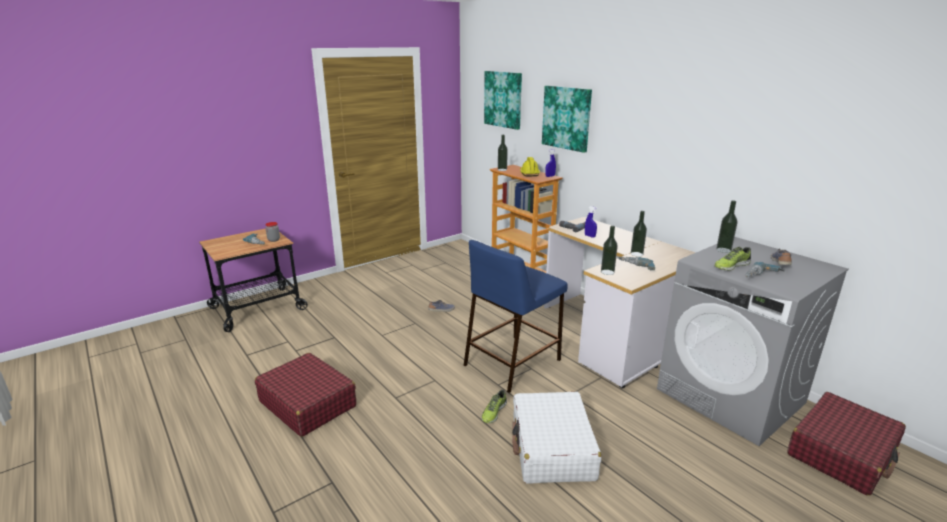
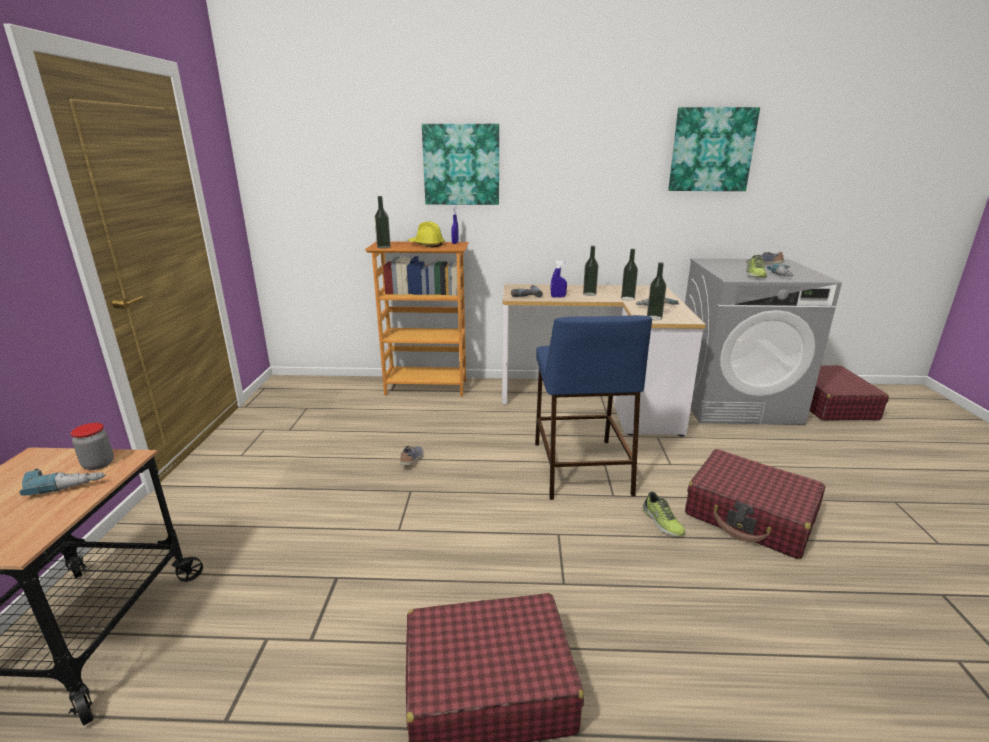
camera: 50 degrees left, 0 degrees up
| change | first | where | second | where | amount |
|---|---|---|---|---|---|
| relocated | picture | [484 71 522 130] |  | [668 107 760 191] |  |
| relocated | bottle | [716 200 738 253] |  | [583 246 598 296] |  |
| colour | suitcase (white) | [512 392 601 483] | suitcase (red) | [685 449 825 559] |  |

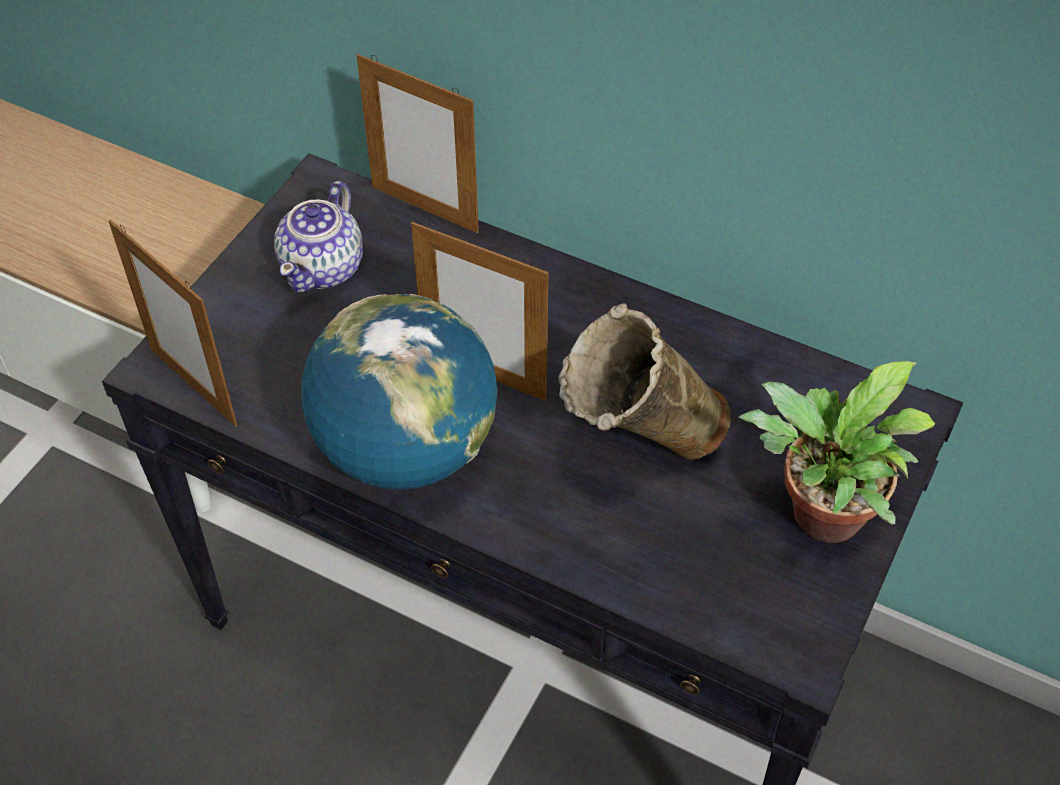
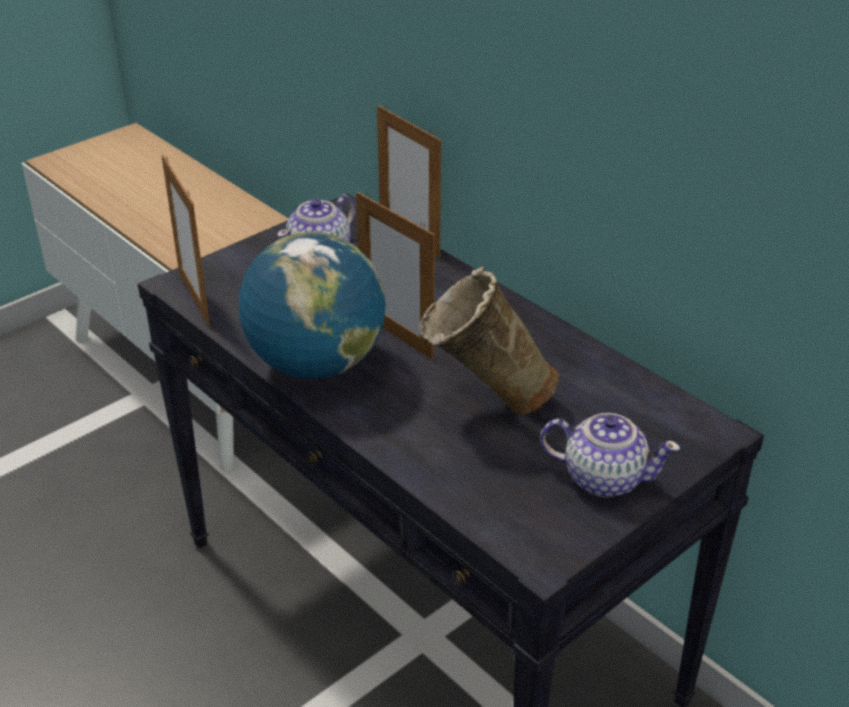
camera: 20 degrees right, 15 degrees down
| change | first | where | second | where | amount |
|---|---|---|---|---|---|
| exchanged | potted plant | [738 361 935 543] | teapot | [540 413 680 497] |  |

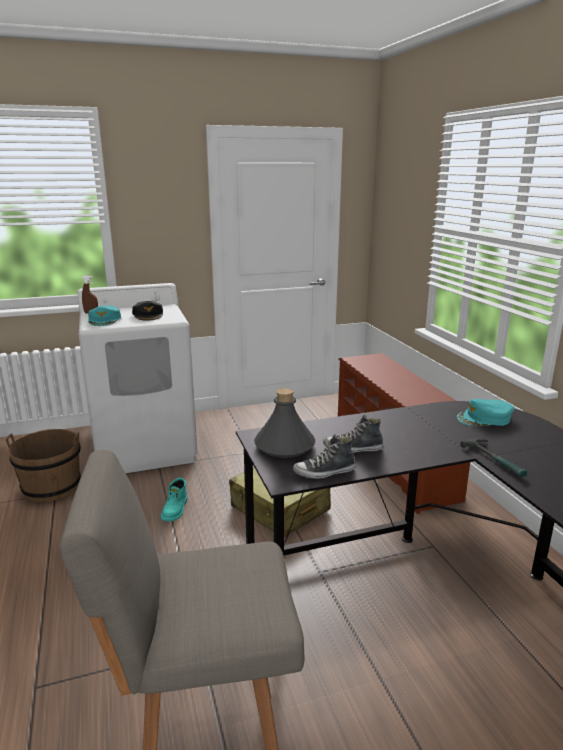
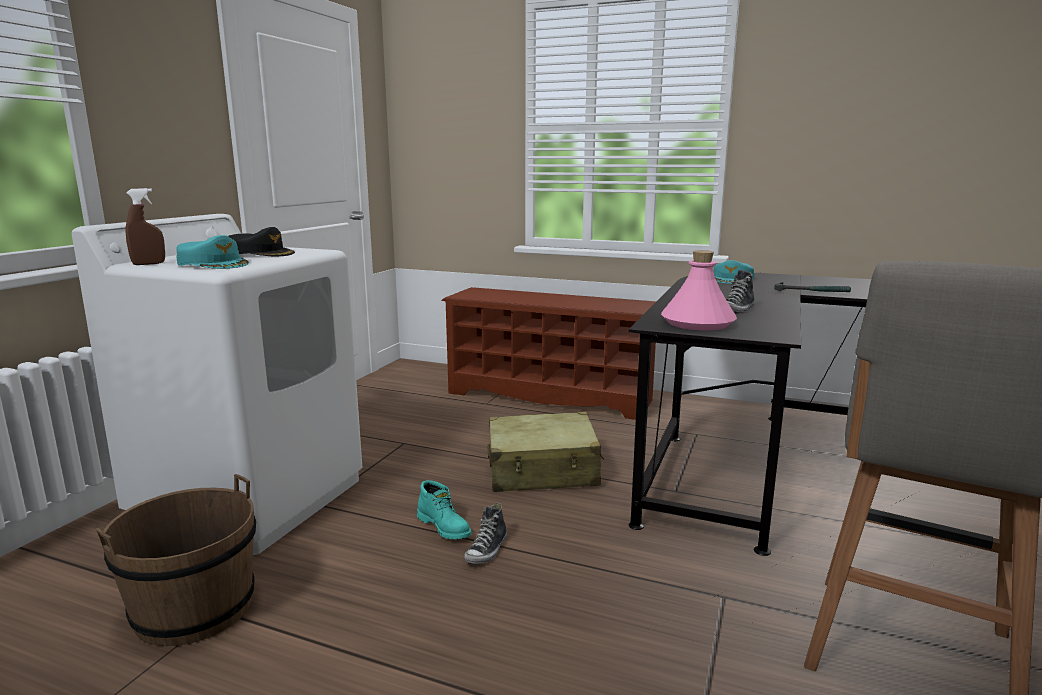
camera: 50 degrees left, 5 degrees down
| change | first | where | second | where | amount |
|---|---|---|---|---|---|
| relocated | shoe | [293 434 355 479] |  | [464 502 507 564] |  |
| colour | bottle (grey) | [254 388 316 458] | bottle (pink) | [661 250 737 330] |  |

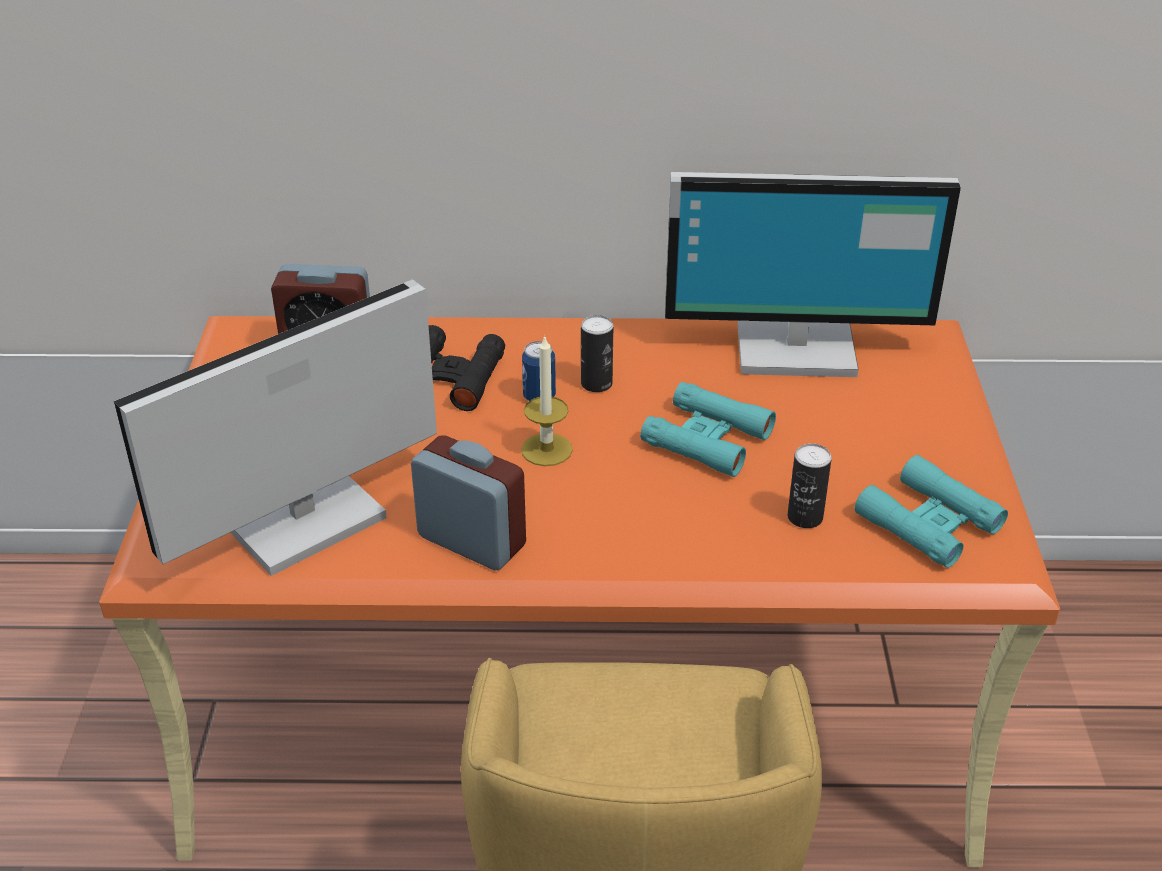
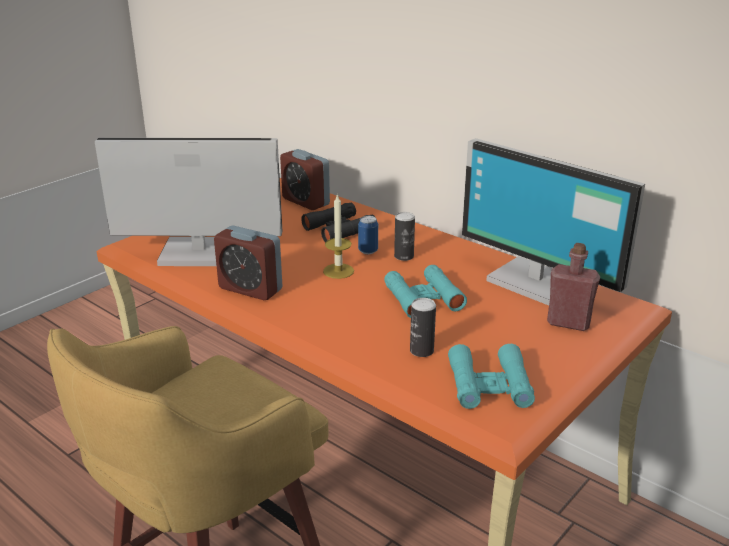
camera: 40 degrees right, 10 degrees down
| change | first | where | second | where | amount |
|---|---|---|---|---|---|
| appeared |  |  | bottle (red) | [547 243 600 331] |  |
| spun | alarm clock | [411 435 526 570] |  | [214 226 282 300] | 135 degrees clockwise |

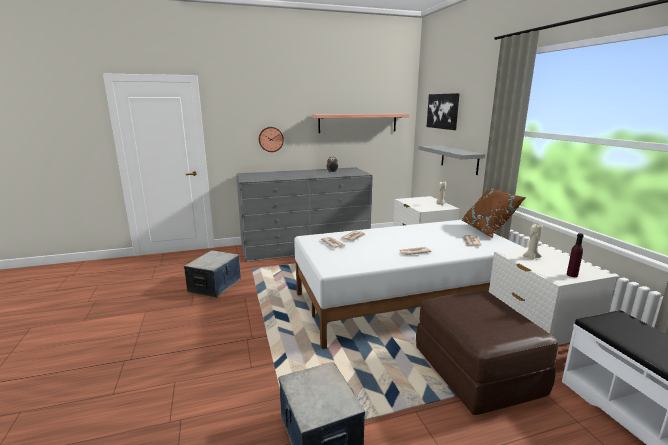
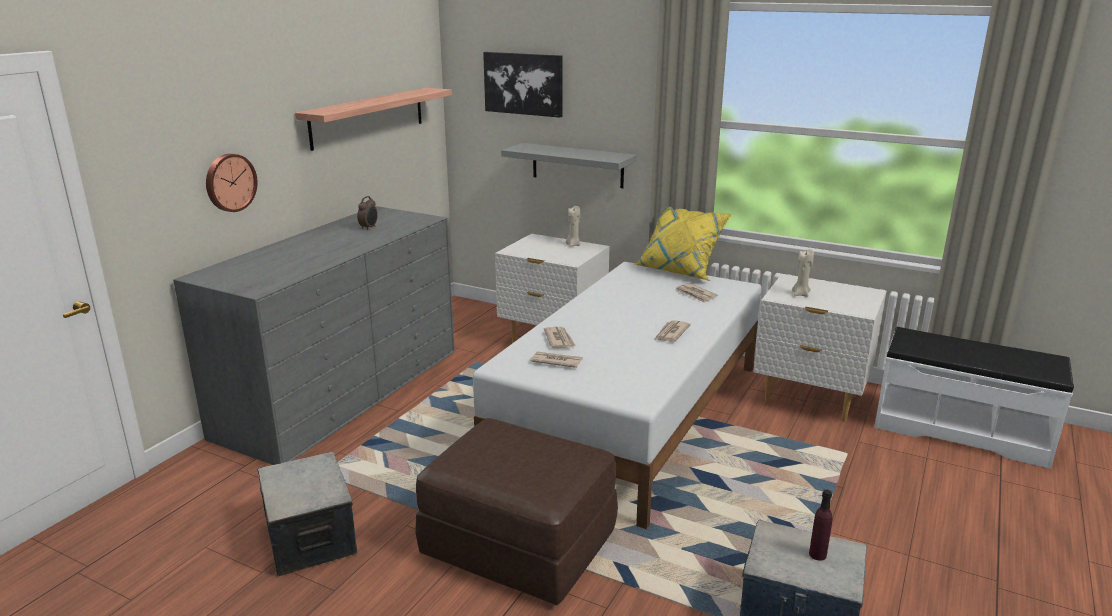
camera: 45 degrees left, 5 degrees up
| change | first | where | second | where | amount |
|---|---|---|---|---|---|
| relocated | ottoman (brown) | [416 290 558 415] |  | [415 418 618 605] |  |
| relocated | bottle (purple) | [567 233 584 277] |  | [809 490 832 561] |  |
| colour | pillow (brown) | [462 188 526 238] | pillow (yellow) | [634 206 732 281] |  |

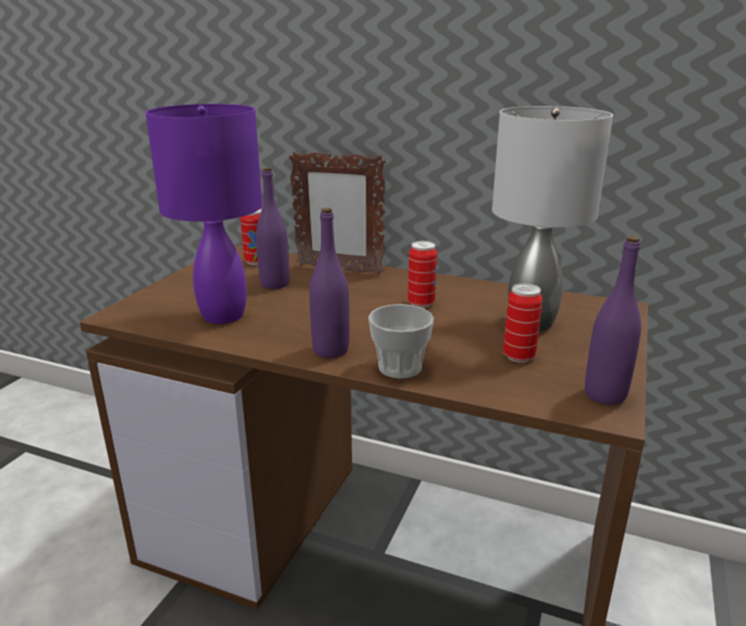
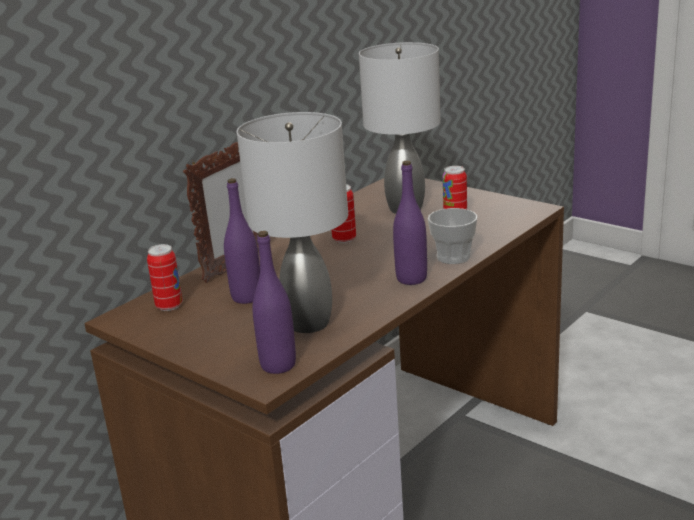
camera: 70 degrees left, 0 degrees up
| change | first | where | second | where | amount |
|---|---|---|---|---|---|
| relocated | bottle (purple) | [585 236 641 405] |  | [252 231 296 374] |  |
| colour | table lamp (purple) | [145 104 262 324] | table lamp (grey) | [237 112 348 333] |  |

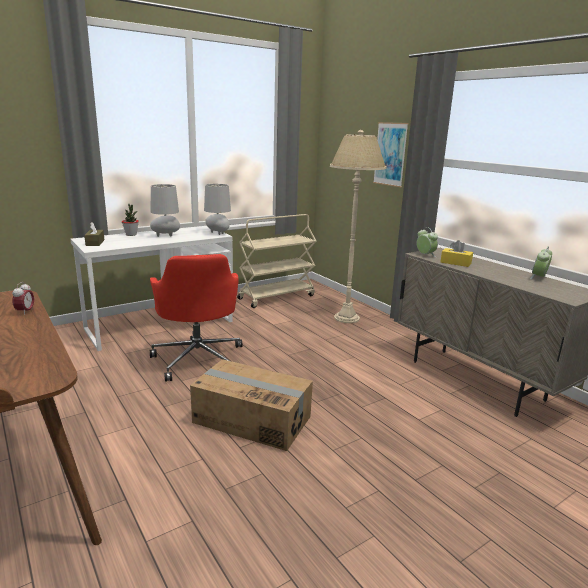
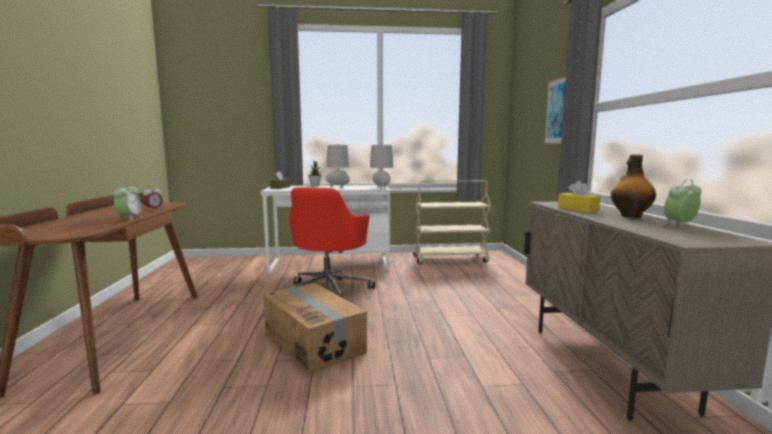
camera: 30 degrees right, 10 degrees down
| change | first | where | second | where | amount |
|---|---|---|---|---|---|
| missing | floor lamp (beige) | [330 130 387 323] |  |  |  |
| appeared |  |  | bottle | [611 154 656 218] |  |
| relocated | alarm clock | [416 227 438 257] |  | [113 183 143 221] |  |

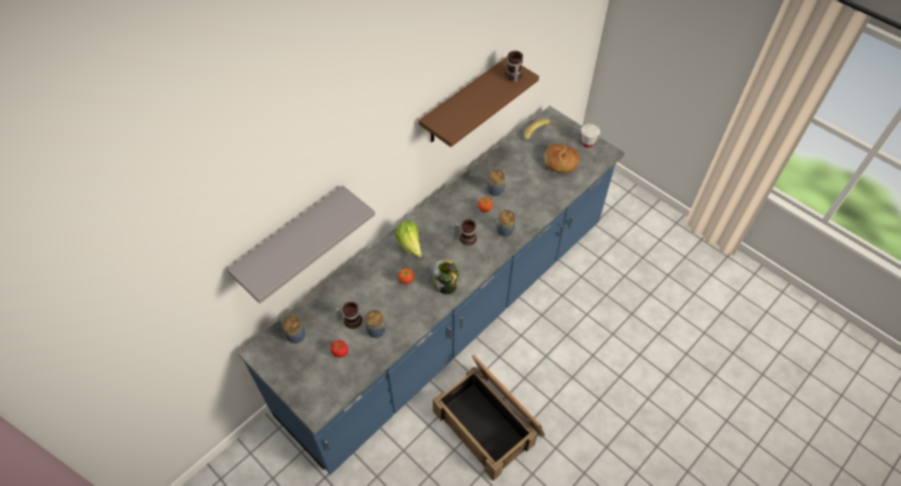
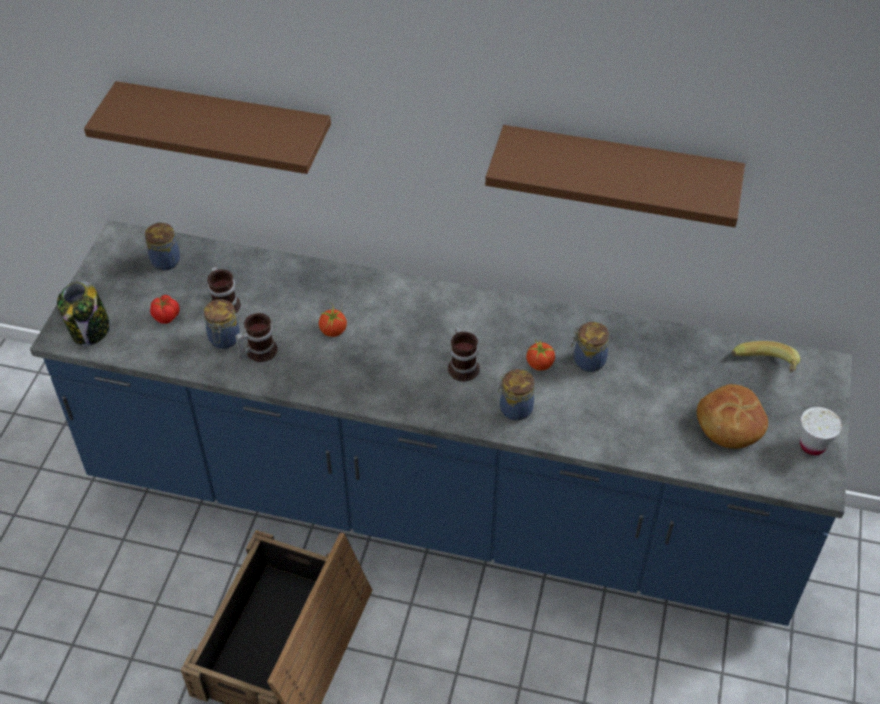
camera: 60 degrees right, 5 degrees down
| change | first | where | second | where | amount |
|---|---|---|---|---|---|
| missing | lettuce | [395 221 422 257] |  |  |  |
| relocated | jar | [433 260 458 294] |  | [57 281 110 346] |  |
| relocated | mug | [505 51 523 82] |  | [235 313 278 362] |  |
| colour | shelf (grey) | [227 185 375 304] | shelf (brown) | [84 81 331 174] |  |

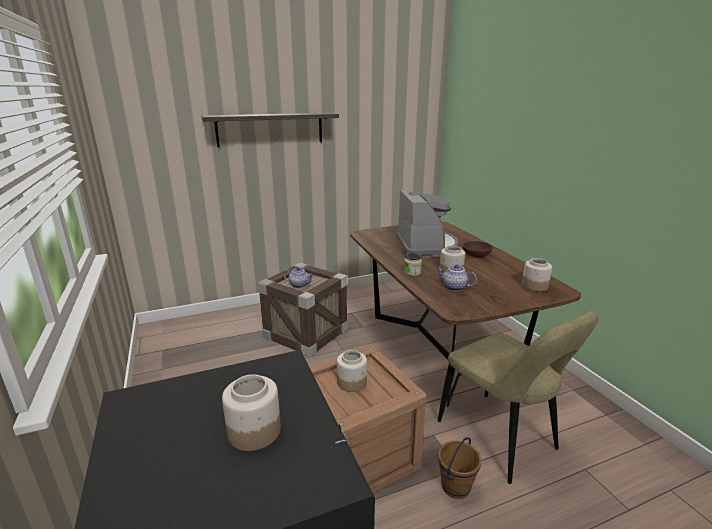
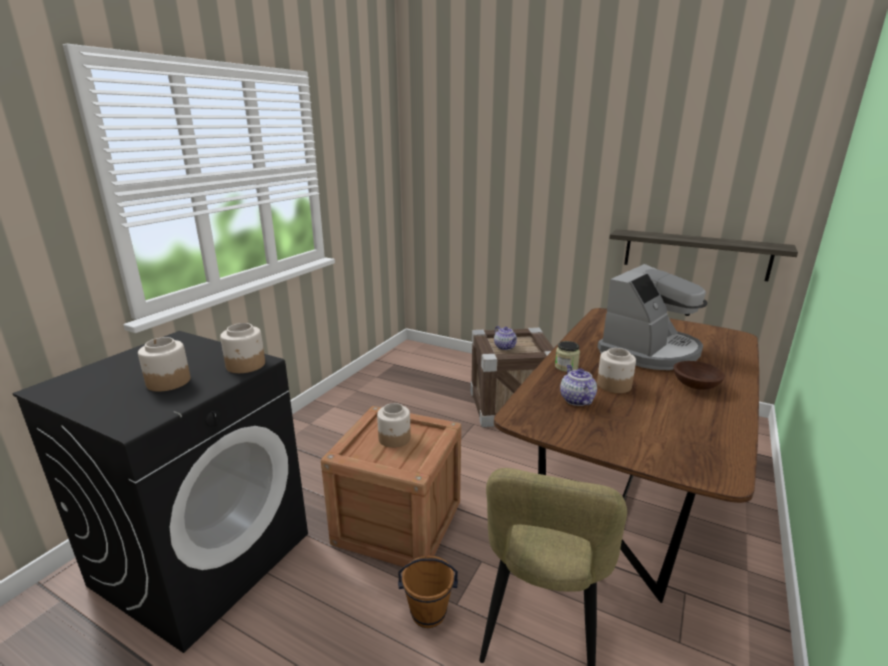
camera: 50 degrees right, 0 degrees up
| change | first | where | second | where | amount |
|---|---|---|---|---|---|
| relocated | shelf | [201 113 339 147] |  | [609 229 798 281] |  |
| relocated | jar | [522 258 552 292] |  | [220 323 265 373] |  |

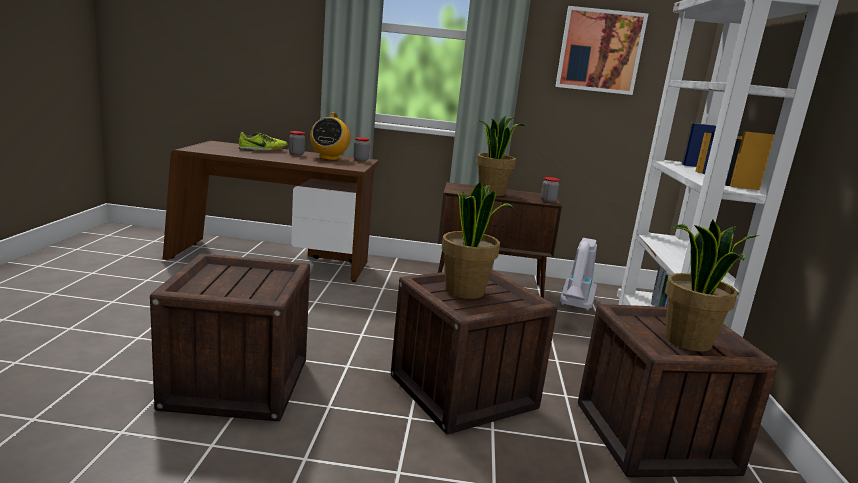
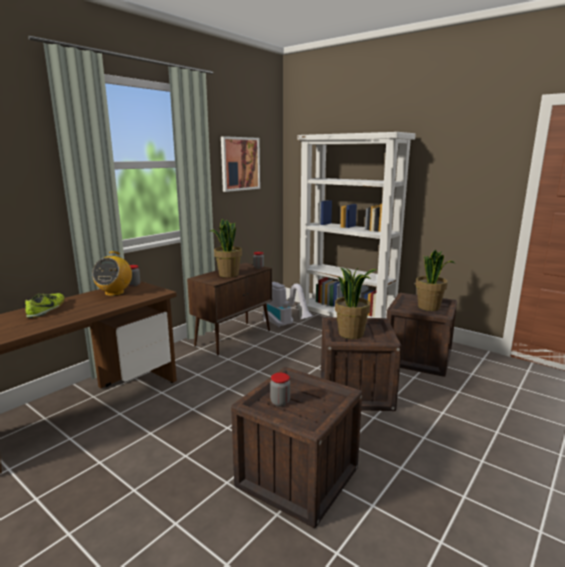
camera: 55 degrees left, 0 degrees up
| change | first | where | second | where | amount |
|---|---|---|---|---|---|
| relocated | jar | [289 131 305 155] |  | [270 373 290 406] |  |
| spun | radio | [310 112 350 160] |  | [92 251 132 296] | 60 degrees clockwise |

